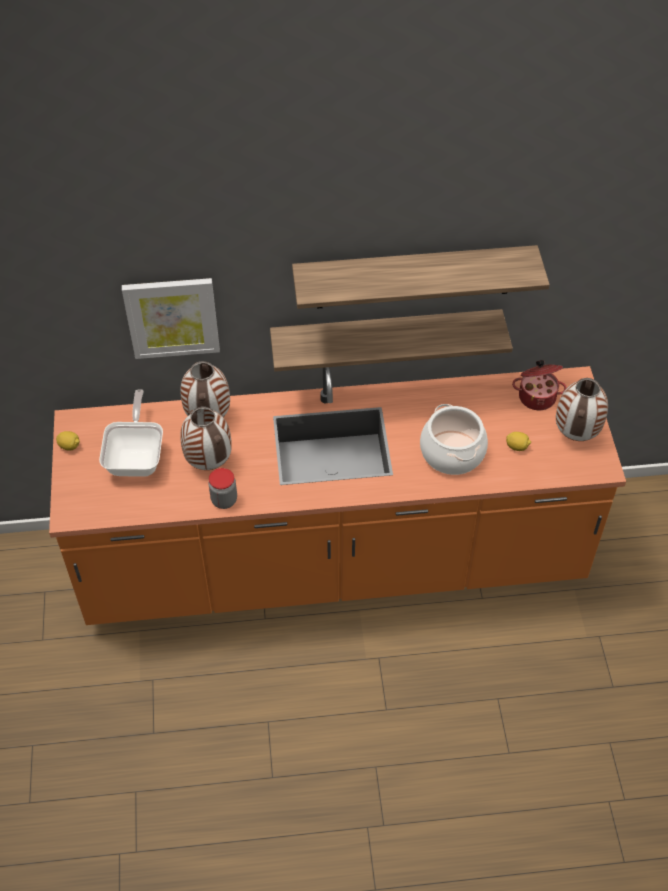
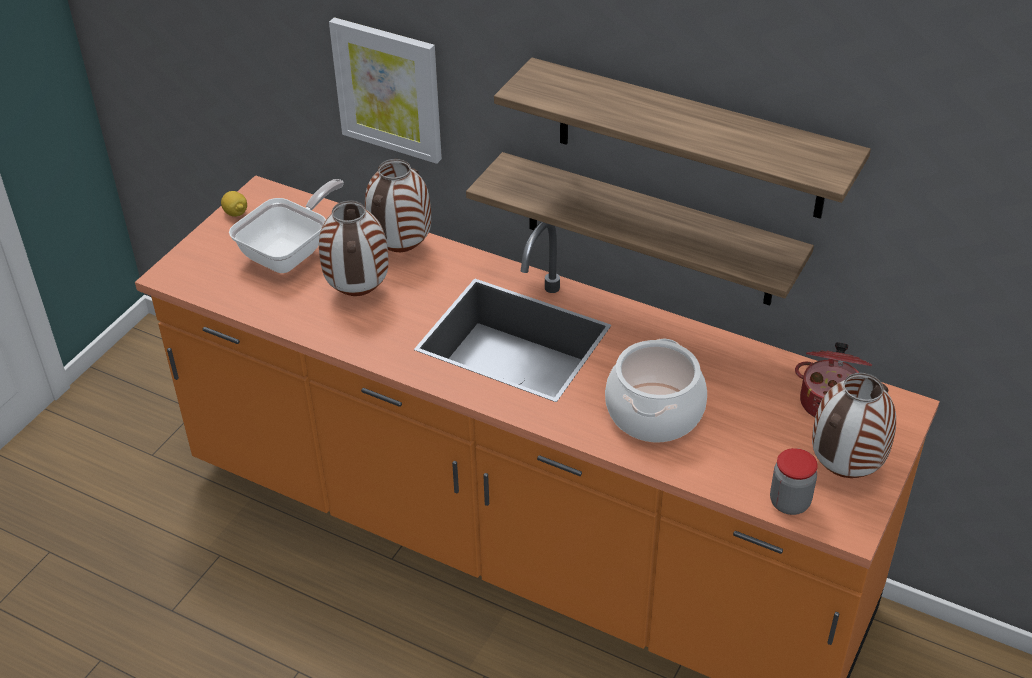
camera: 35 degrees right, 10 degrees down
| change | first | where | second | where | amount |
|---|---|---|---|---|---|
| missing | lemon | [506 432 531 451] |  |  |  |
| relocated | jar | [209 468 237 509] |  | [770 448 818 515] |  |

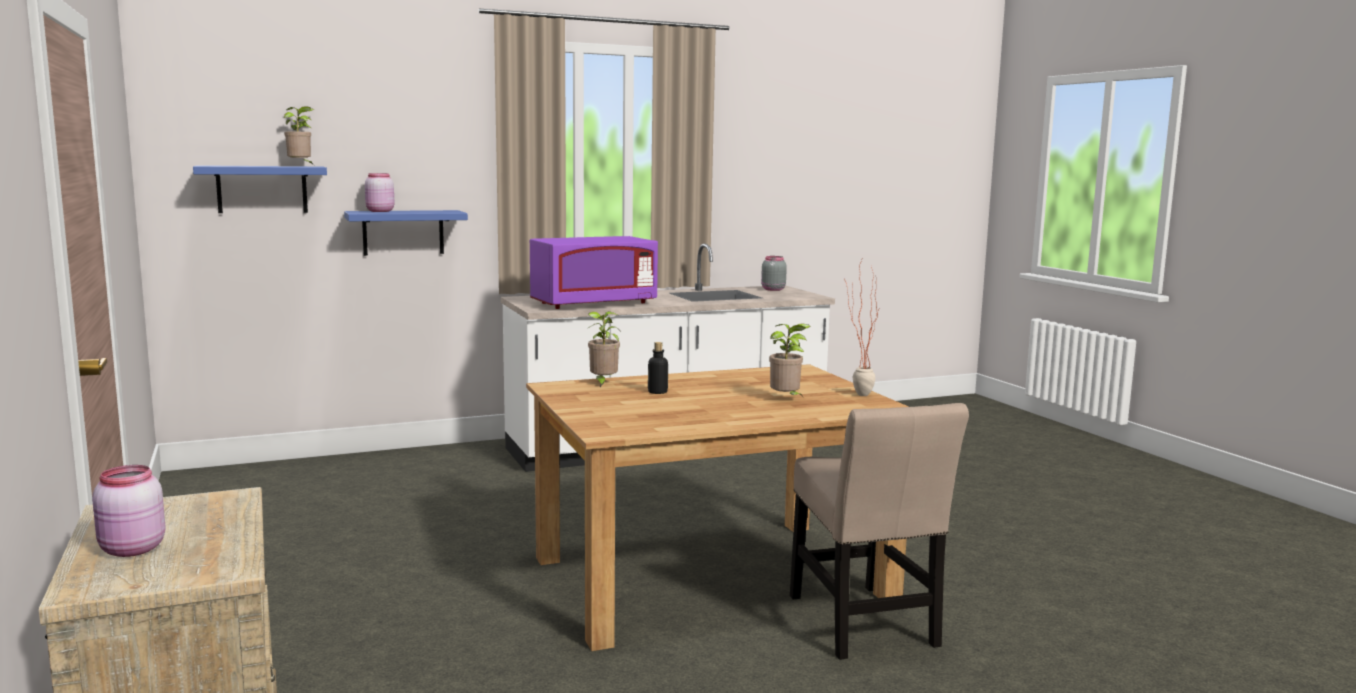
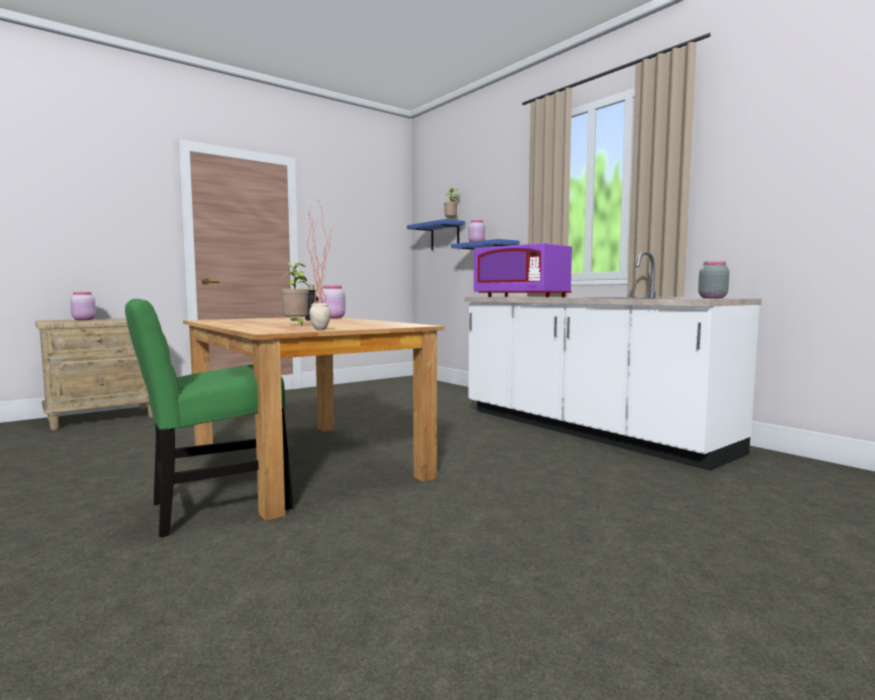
camera: 75 degrees right, 5 degrees down
| change | first | where | second | where | amount |
|---|---|---|---|---|---|
| exchanged | potted plant | [587 311 621 387] | jar (pink) | [320 285 345 319] |  |
| colour | chair (beige) | [790 403 969 660] | chair (green) | [125 299 294 537] |  |

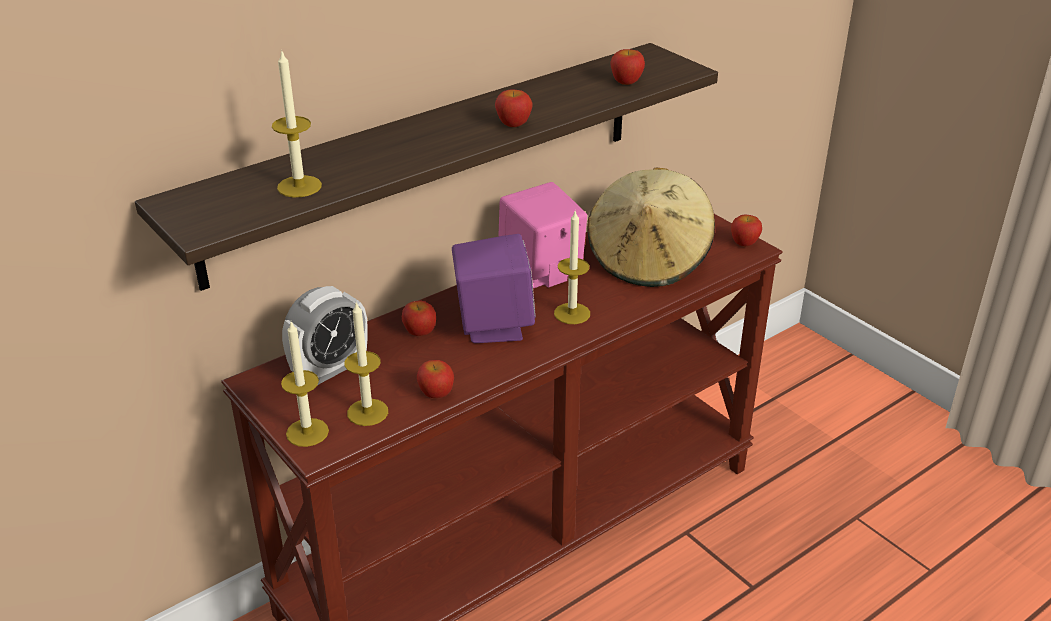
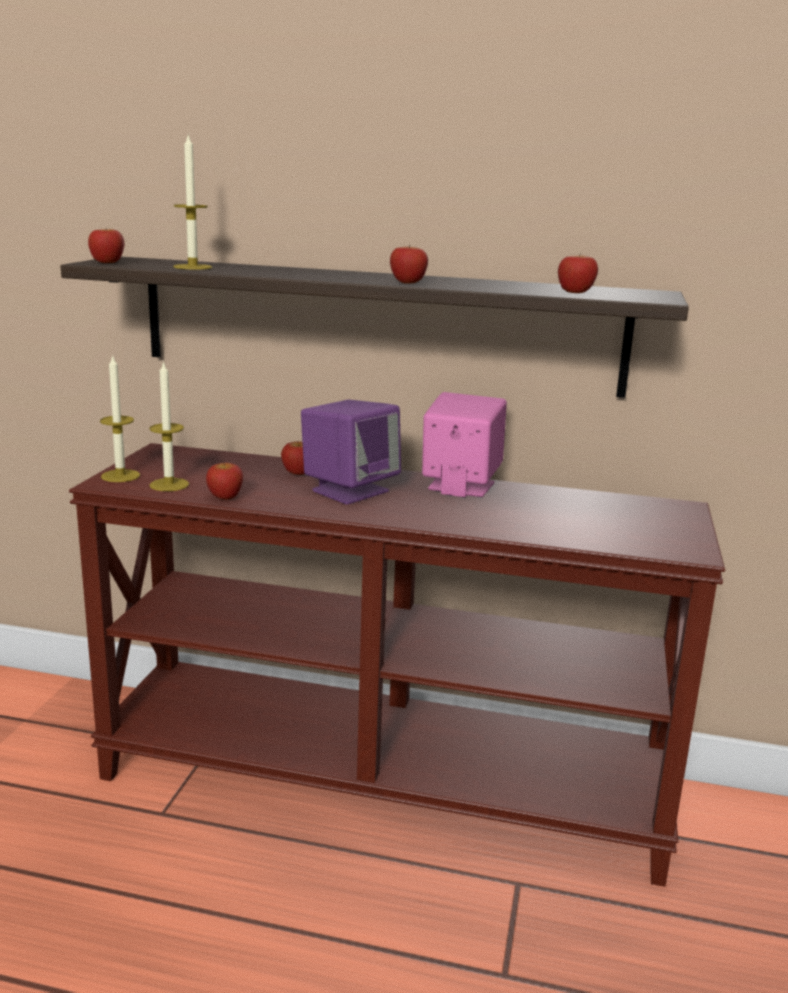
camera: 50 degrees right, 15 degrees down
| change | first | where | second | where | amount |
|---|---|---|---|---|---|
| missing | alarm clock | [282 286 368 385] |  |  |  |
| missing | candle | [554 211 590 324] |  |  |  |
| missing | hat (beige) | [587 168 715 287] |  |  |  |
| relocated | apple | [731 215 762 246] |  | [88 227 124 263] |  |

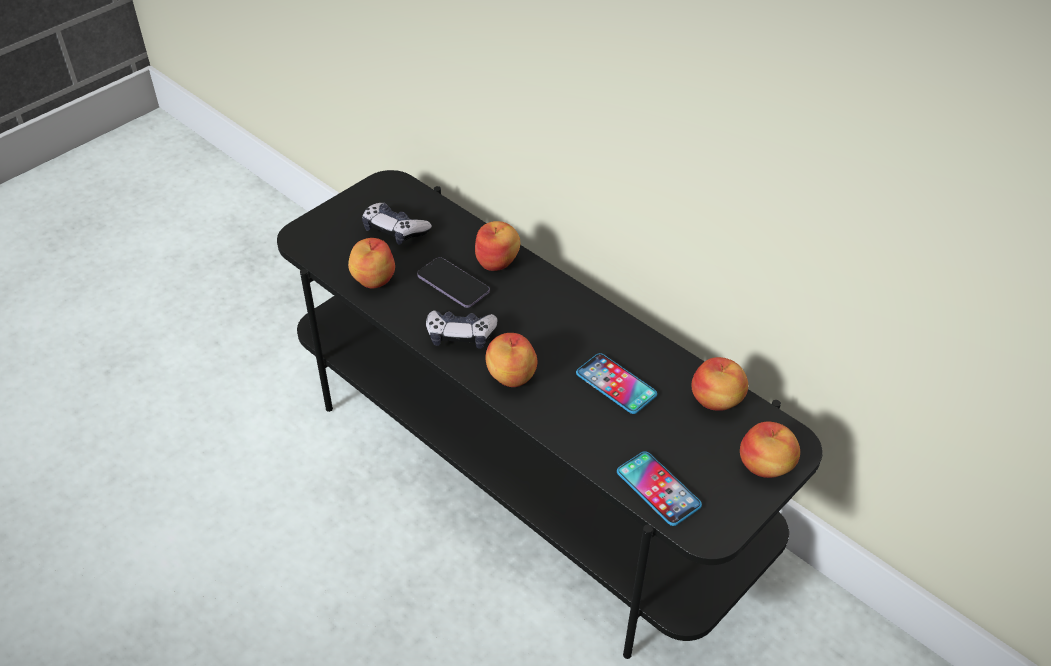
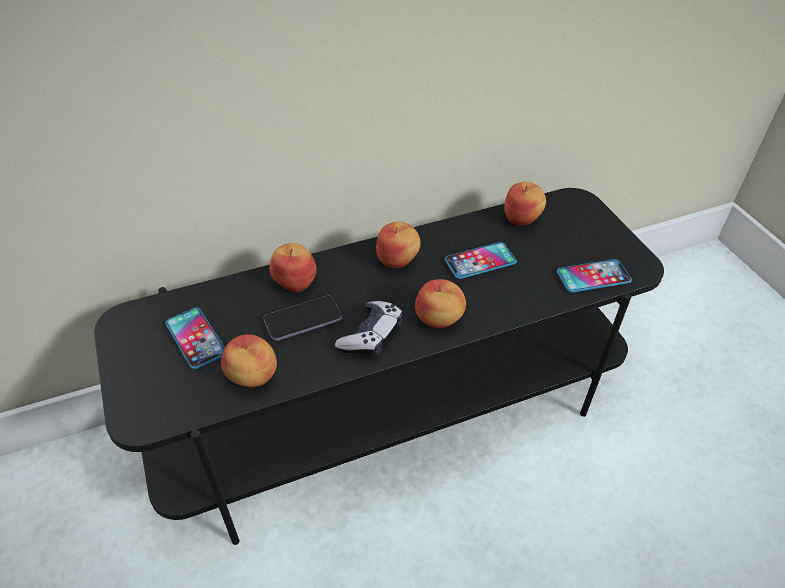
camera: 65 degrees left, 0 degrees up
| change | first | where | second | where | amount |
|---|---|---|---|---|---|
| relocated | apple | [740 422 800 478] |  | [376 222 421 268] |  |
| exchanged | game controller | [362 203 432 245] | phone | [165 308 225 369] |  |

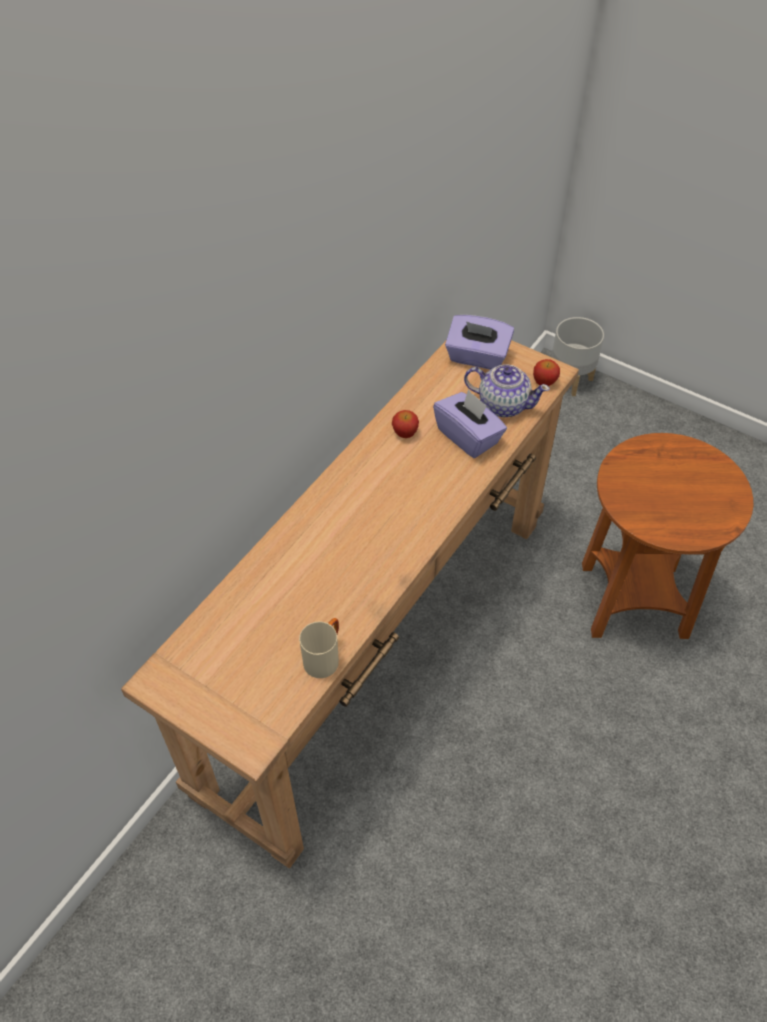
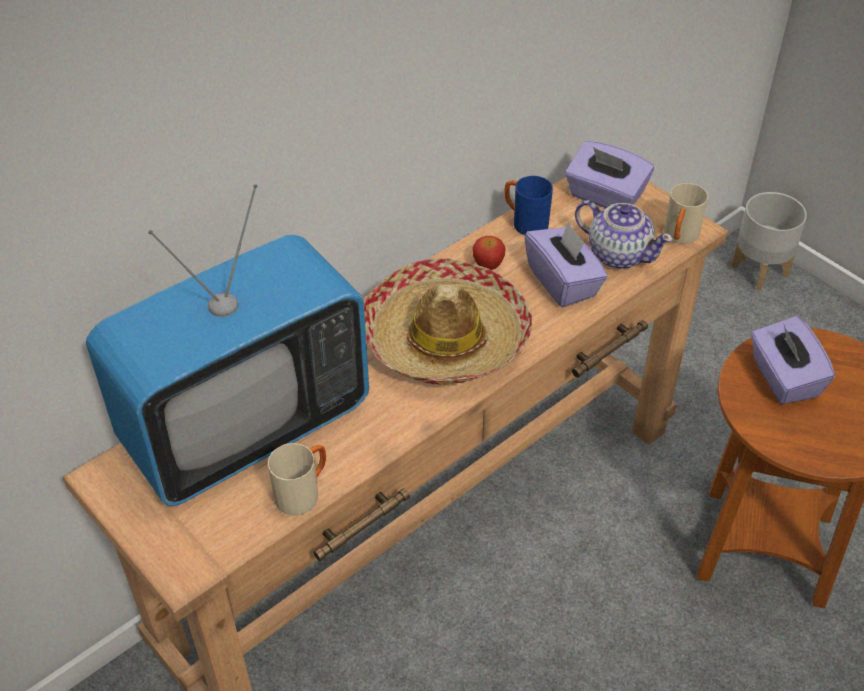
camera: 15 degrees right, 5 degrees down
| change | first | where | second | where | amount |
|---|---|---|---|---|---|
| appeared |  |  | television | [86 184 369 506] |  |
| appeared |  |  | hat | [364 259 532 385] |  |
| appeared |  |  | mug (blue) | [504 176 553 235] |  |
| appeared |  |  | tissue box (purple) | [751 316 835 404] |  |
| exchanged | apple | [533 359 560 386] | mug (beige) | [664 183 708 244] |  |

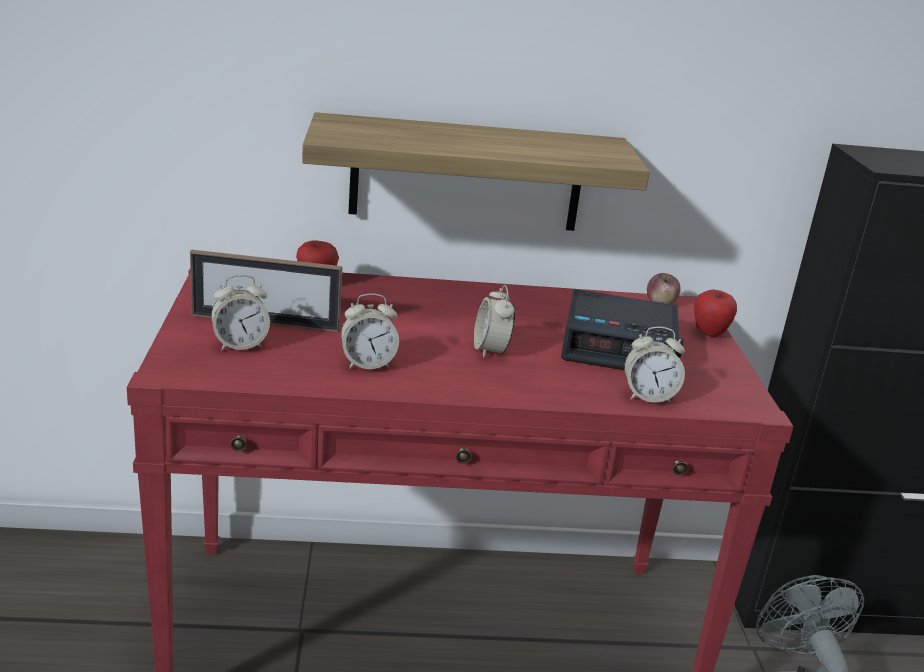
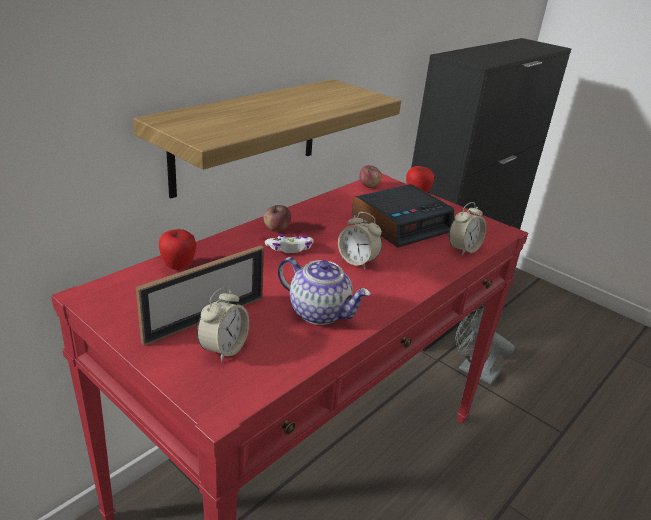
camera: 45 degrees left, 5 degrees up
| change | first | where | second | where | amount |
|---|---|---|---|---|---|
| appeared |  |  | apple | [264 205 291 231] |  |
| appeared |  |  | game controller (white) | [265 234 313 253] |  |
| exchanged | alarm clock | [341 293 399 369] | teapot | [278 257 371 325] |  |

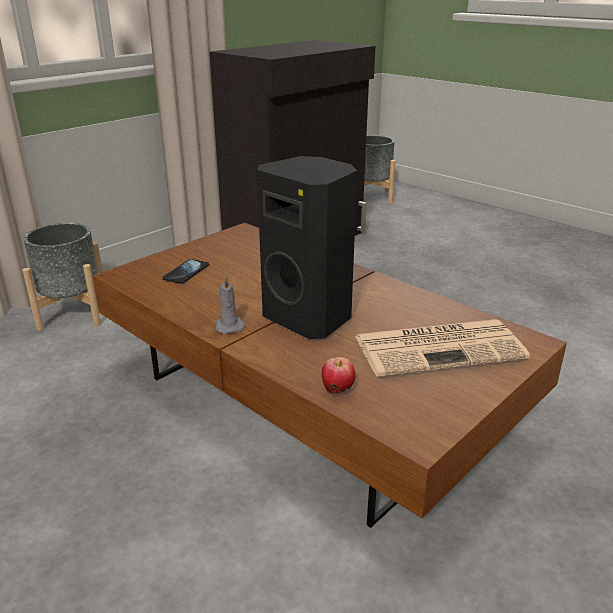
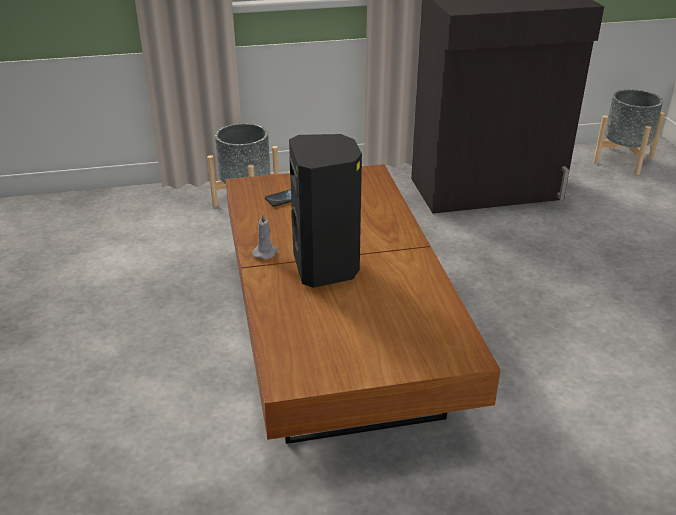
camera: 35 degrees right, 5 degrees up
| change | first | where | second | where | amount |
|---|---|---|---|---|---|
| missing | apple | [322 357 356 394] |  |  |  |
| missing | newspaper | [355 319 530 377] |  |  |  |

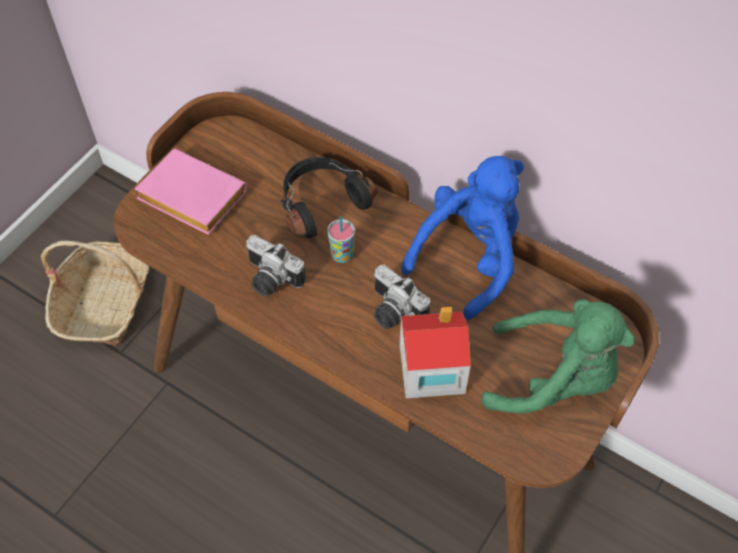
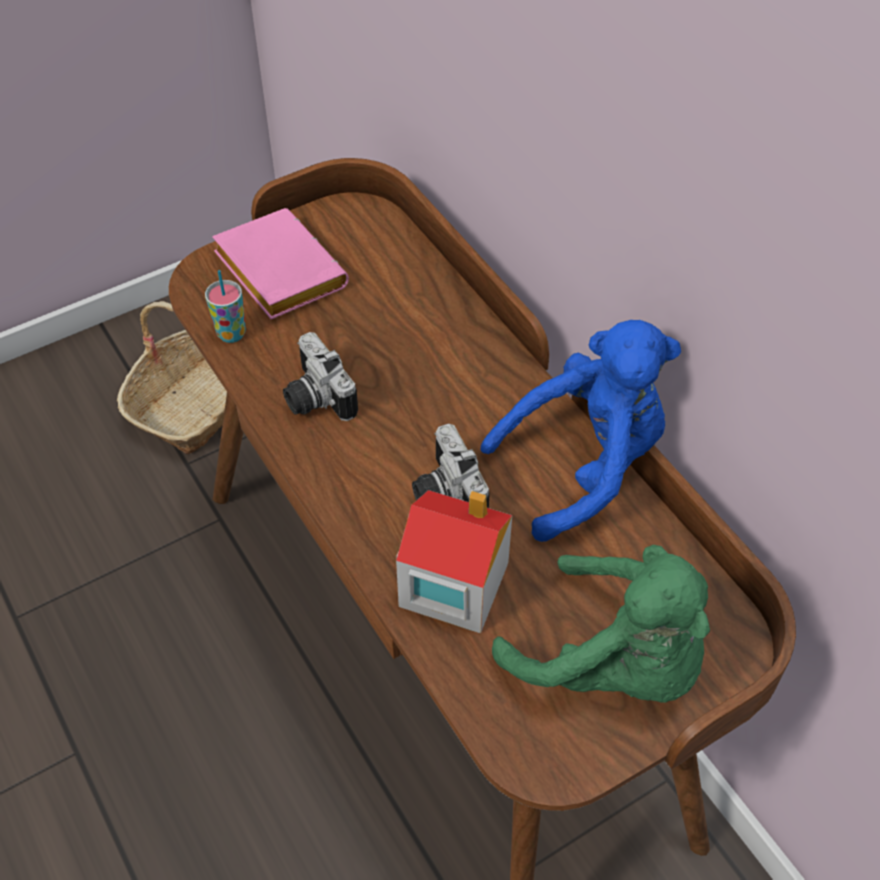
camera: 25 degrees right, 5 degrees down
| change | first | where | second | where | amount |
|---|---|---|---|---|---|
| missing | headphones (black) | [281 157 377 238] |  |  |  |
| relocated | cup | [327 216 355 263] |  | [205 270 246 343] |  |

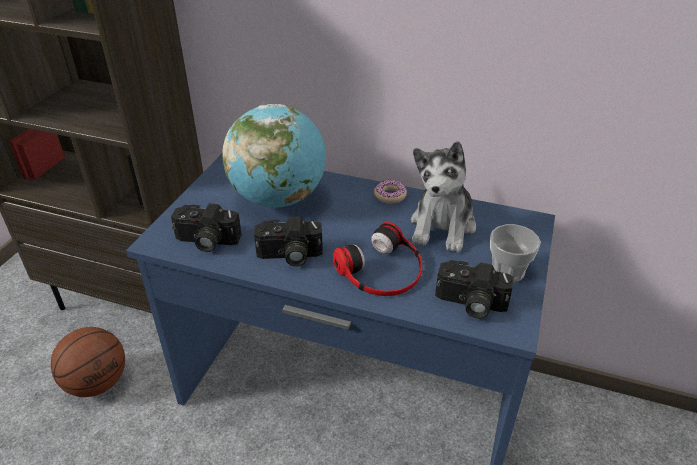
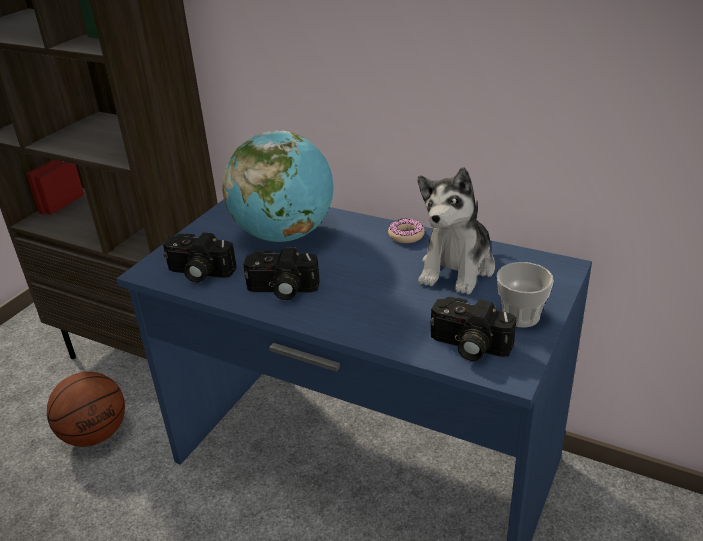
camera: 10 degrees right, 5 degrees down
| change | first | where | second | where | amount |
|---|---|---|---|---|---|
| missing | headphones | [333 222 422 296] |  |  |  |

